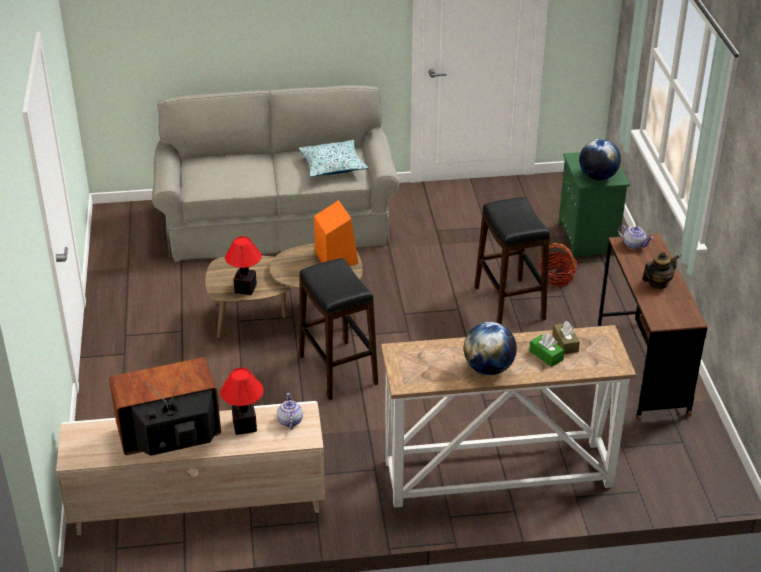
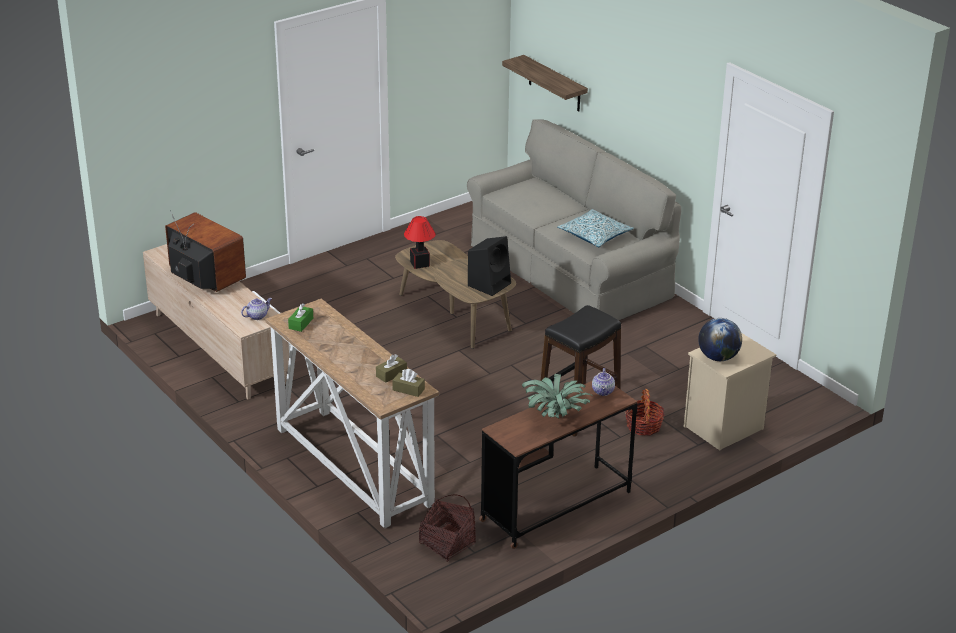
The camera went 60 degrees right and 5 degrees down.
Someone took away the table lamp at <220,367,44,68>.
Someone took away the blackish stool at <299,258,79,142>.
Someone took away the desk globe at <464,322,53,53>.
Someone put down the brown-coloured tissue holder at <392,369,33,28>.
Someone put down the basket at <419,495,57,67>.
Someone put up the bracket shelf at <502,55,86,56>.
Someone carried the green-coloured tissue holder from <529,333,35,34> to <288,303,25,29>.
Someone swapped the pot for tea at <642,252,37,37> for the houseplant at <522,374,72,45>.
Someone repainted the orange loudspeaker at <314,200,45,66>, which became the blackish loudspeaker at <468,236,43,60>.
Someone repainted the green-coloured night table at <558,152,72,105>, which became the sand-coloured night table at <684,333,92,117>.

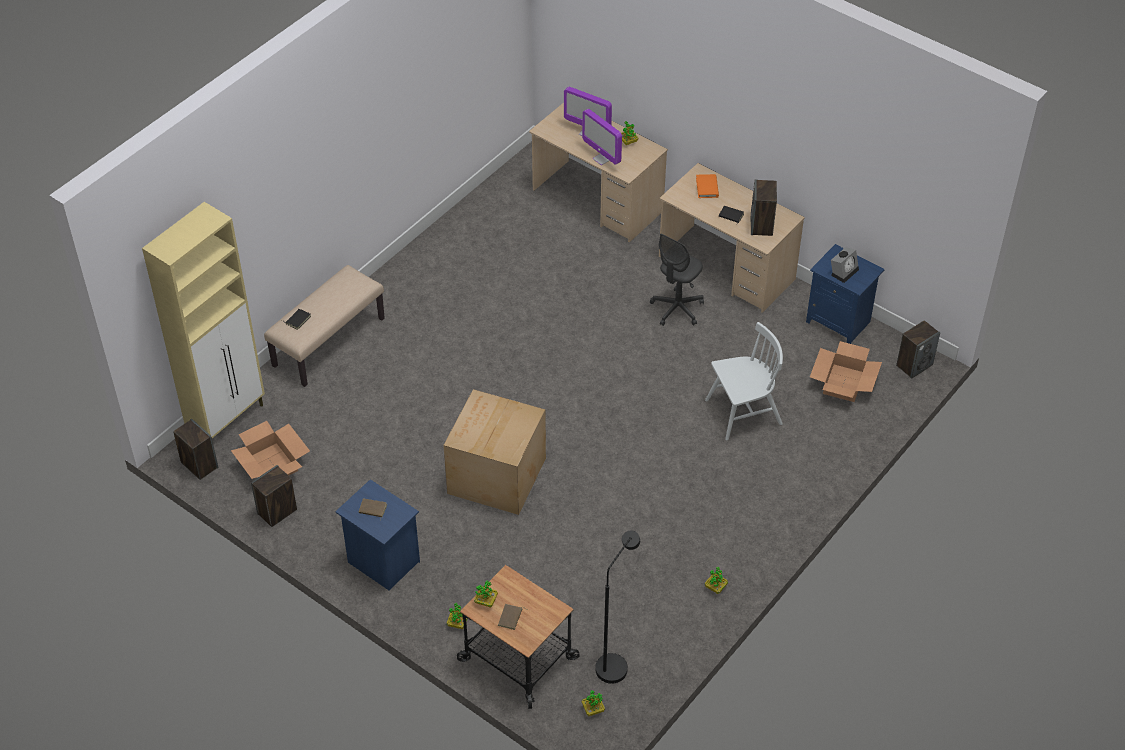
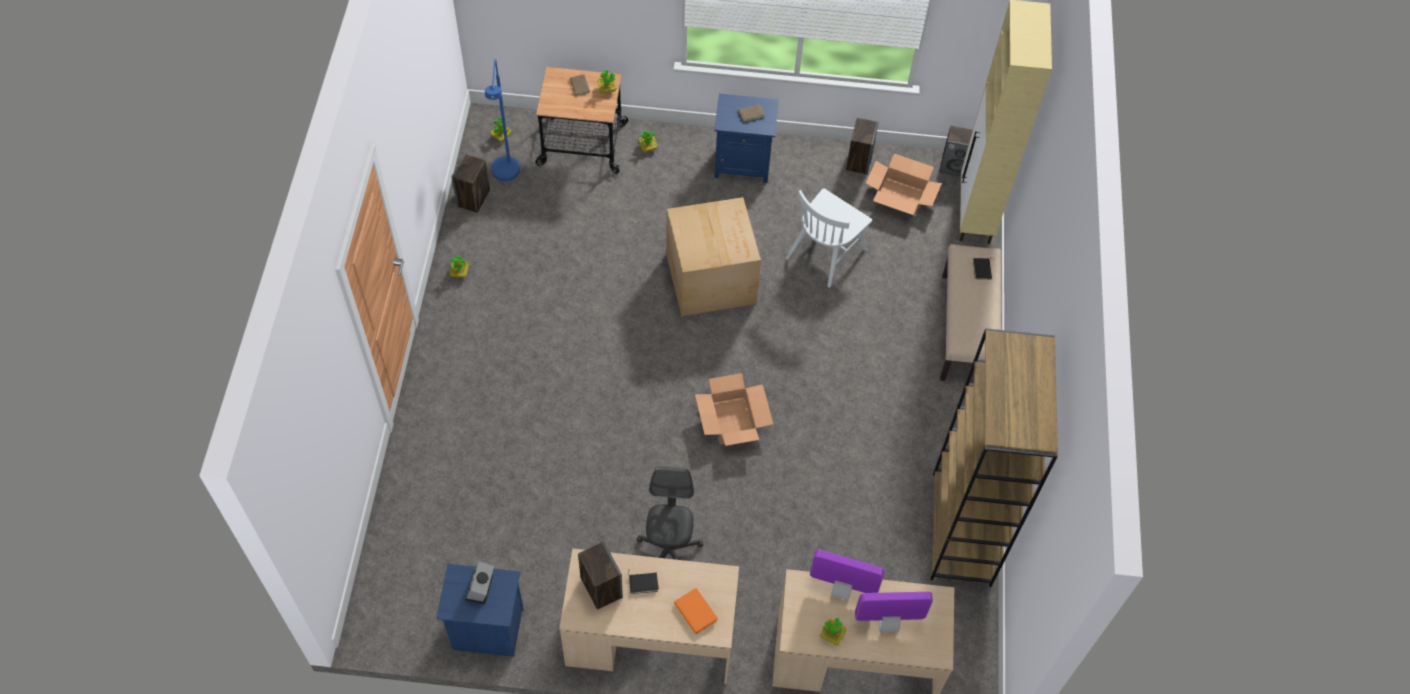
The camera went 145 degrees right and 10 degrees up.
Someone put down the brown-coloured bookshelf at <931,328,127,259>.
Someone carried the white-coloured upright chair from <705,322,78,118> to <786,188,86,100>.
Someone carried the carton from <810,341,72,61> to <695,373,78,73>.
Someone carried the loudspeaker from <896,320,44,59> to <452,154,38,59>.
Someone repainted the blackish standing lamp at <595,531,45,153>, which became the bluish standing lamp at <485,59,35,122>.

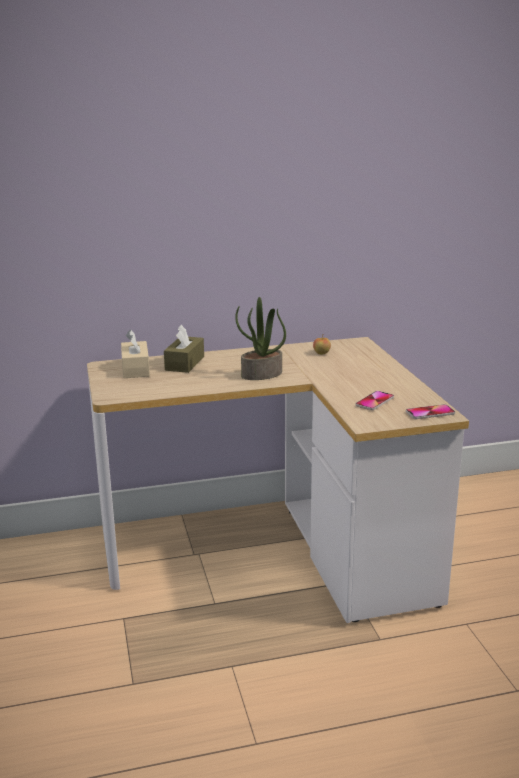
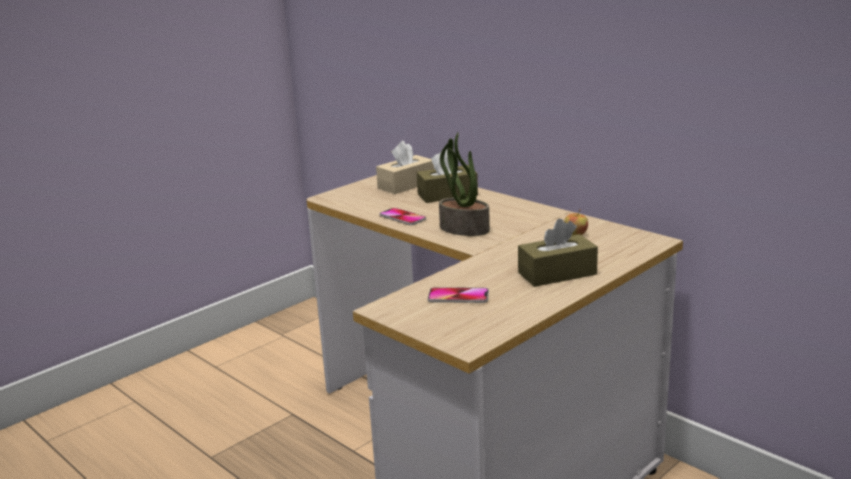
The camera went 60 degrees right and 0 degrees up.
Someone put down the brown-coloured tissue holder at <518,219,80,68>.
Someone carried the phone from <406,404,49,15> to <379,208,47,17>.

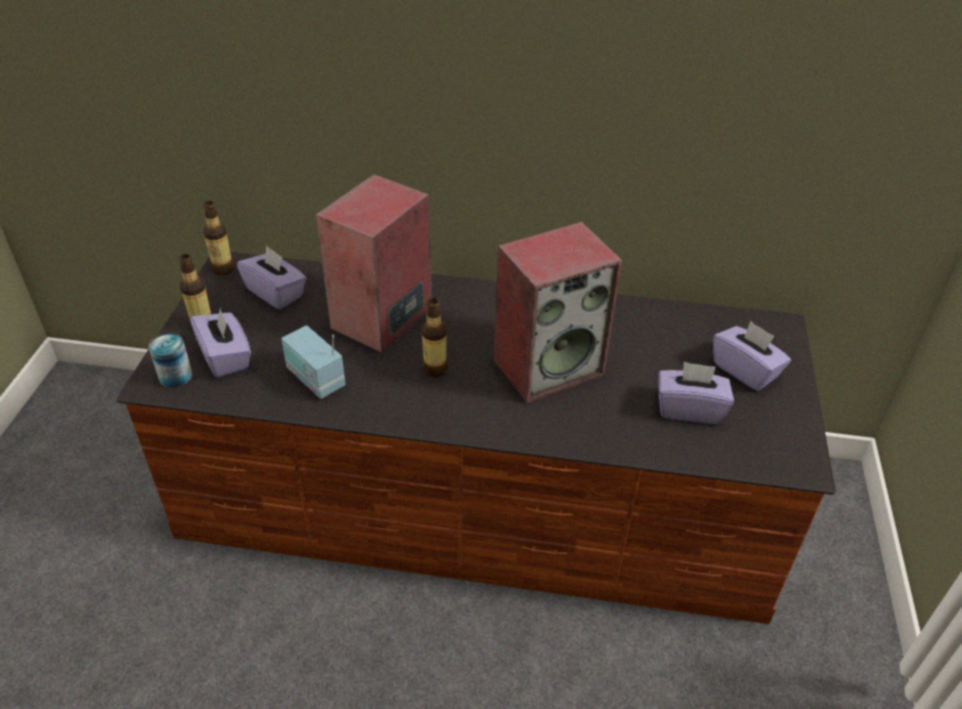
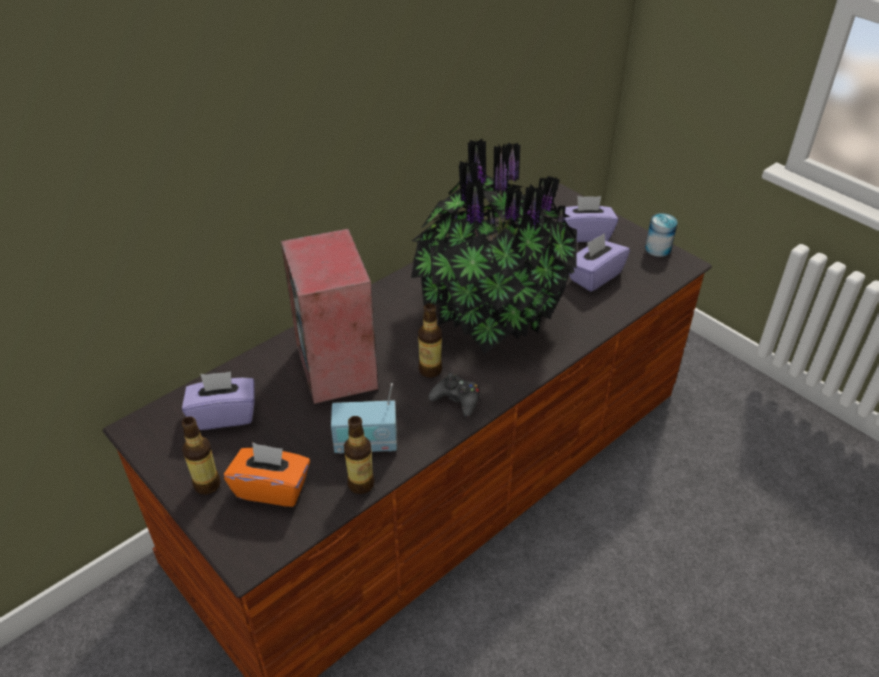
The camera went 50 degrees left and 0 degrees up.
Someone put down the blackish joypad at <429,373,51,44>.
Someone carried the metal can from <149,333,43,55> to <645,213,33,44>.
Someone carried the bottle from <203,201,31,75> to <344,416,31,78>.
Someone swapped the loudspeaker at <494,222,128,181> for the houseplant at <411,138,166,216>.
Someone repainted the purple-coloured tissue holder at <190,307,61,71>, which became the orange tissue holder at <224,442,86,65>.

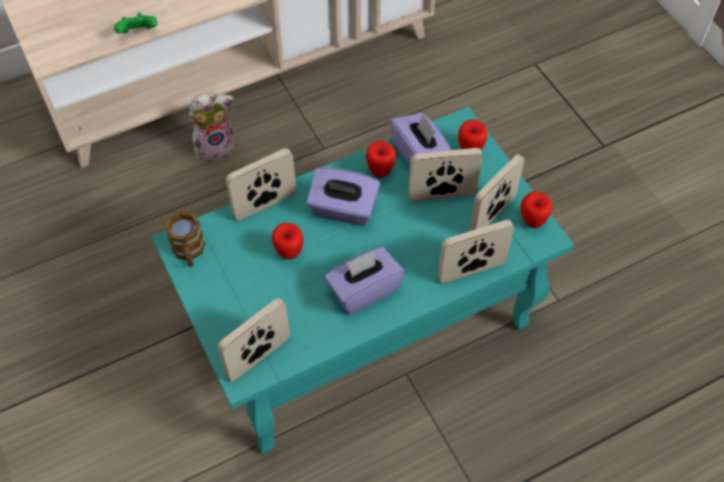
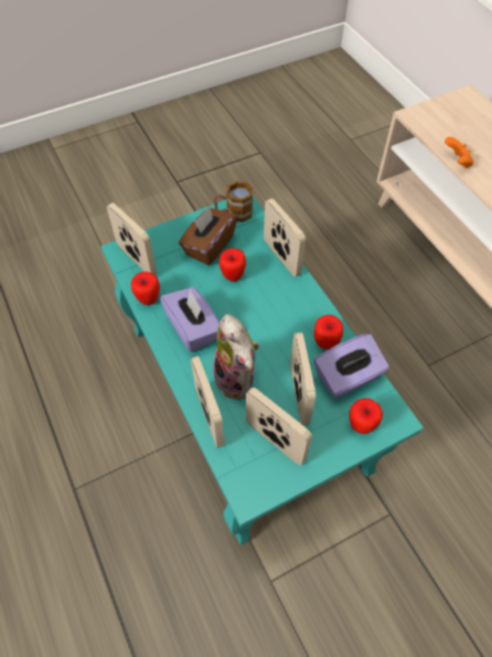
The camera went 90 degrees right and 0 degrees up.
Someone took away the purple-coloured tissue holder at <306,167,74,59>.
Someone put down the brown-coloured tissue holder at <179,206,58,59>.
Someone carried the soft toy from <189,92,45,69> to <213,314,46,86>.
Someone carried the apple fruit from <520,191,32,37> to <131,272,29,33>.
Someone repainted the green-coloured joypad at <114,13,43,20>, which became the orange joypad at <445,137,29,32>.

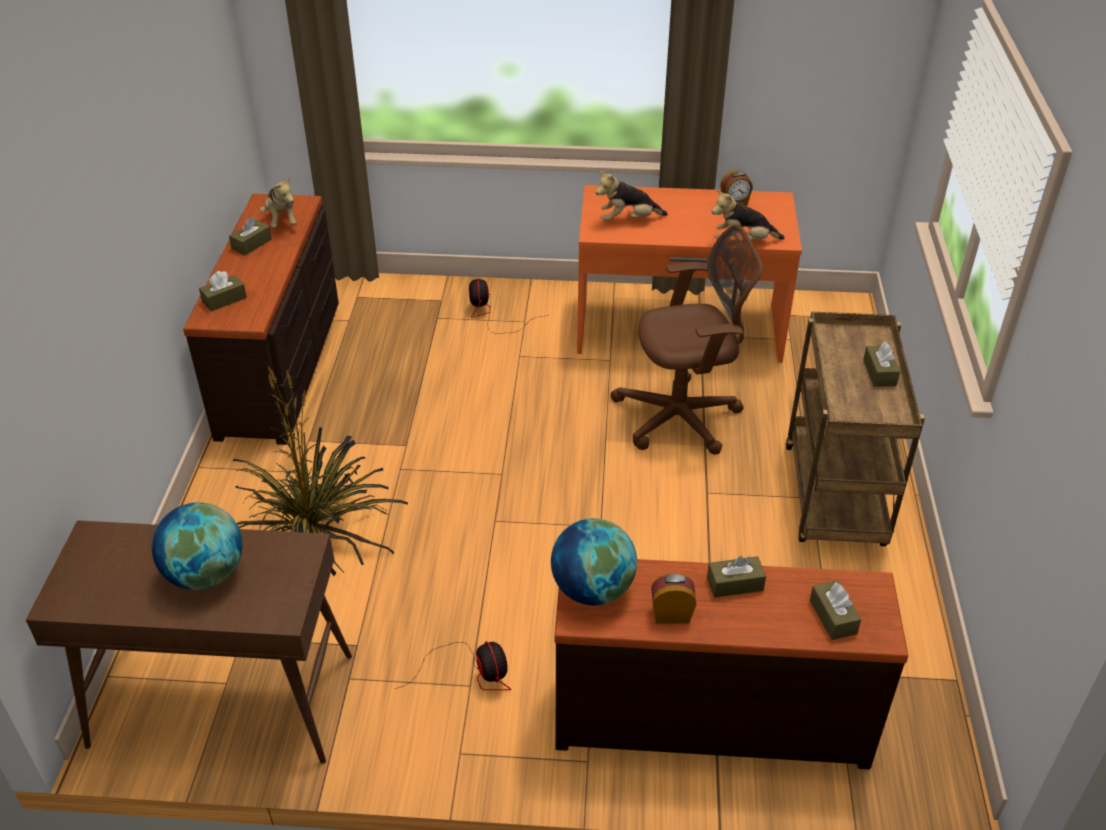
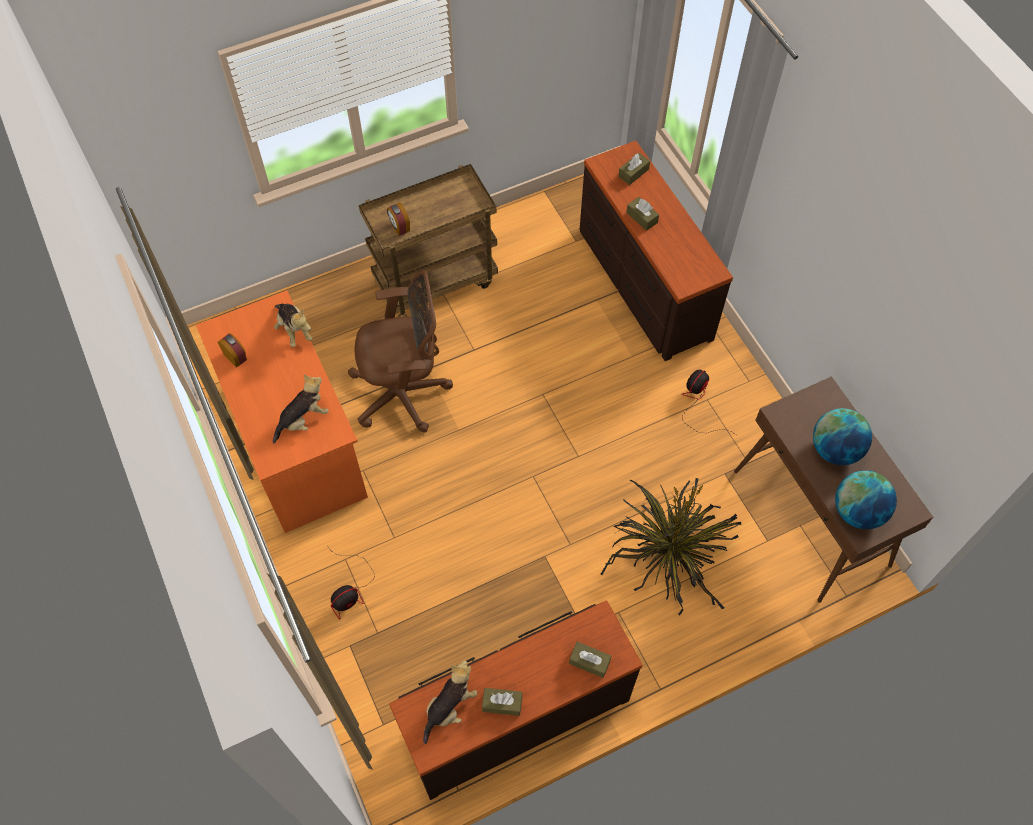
The camera went 120 degrees left and 20 degrees up.
Someone took away the brown-coloured tissue holder at <863,342,37,45>.
Someone carried the desk globe from <551,518,86,87> to <835,470,62,59>.
Someone carried the alarm clock from <651,573,45,50> to <387,202,23,34>.
Someone rotated the soft toy at <596,171,72,49> by 90 degrees counterclockwise.
Someone rotated the brown-coloured desk chair at <611,224,152,231> by 120 degrees clockwise.

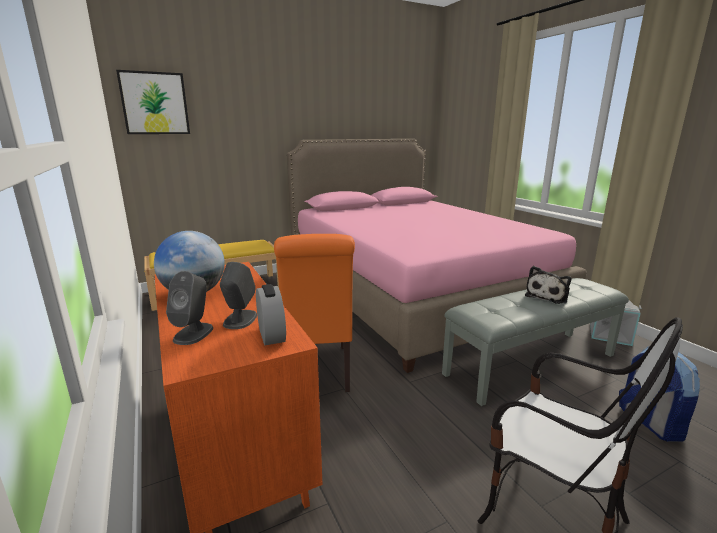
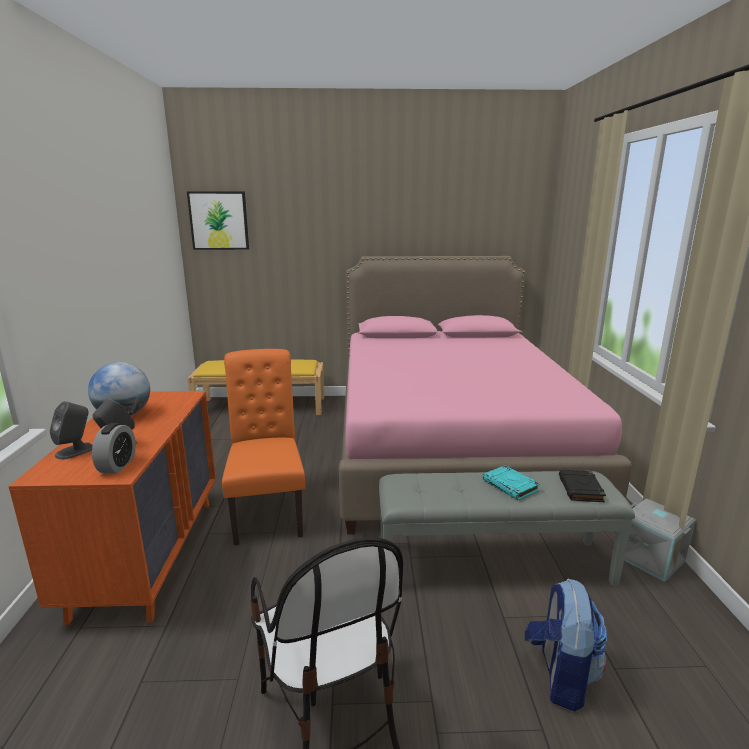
The camera went 25 degrees right and 0 degrees up.
Someone put down the blackish volume at <559,470,47,32>.
Someone swapped the soft toy at <525,266,46,38> for the turquoise volume at <483,465,57,35>.
Someone rotated the orange upright chair at <274,234,81,158> by 150 degrees clockwise.

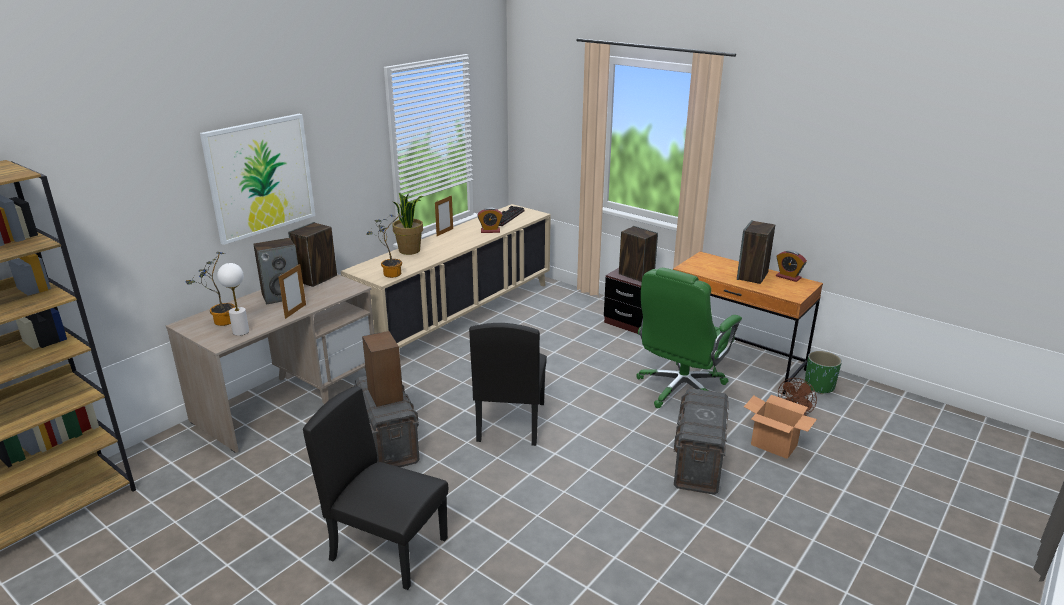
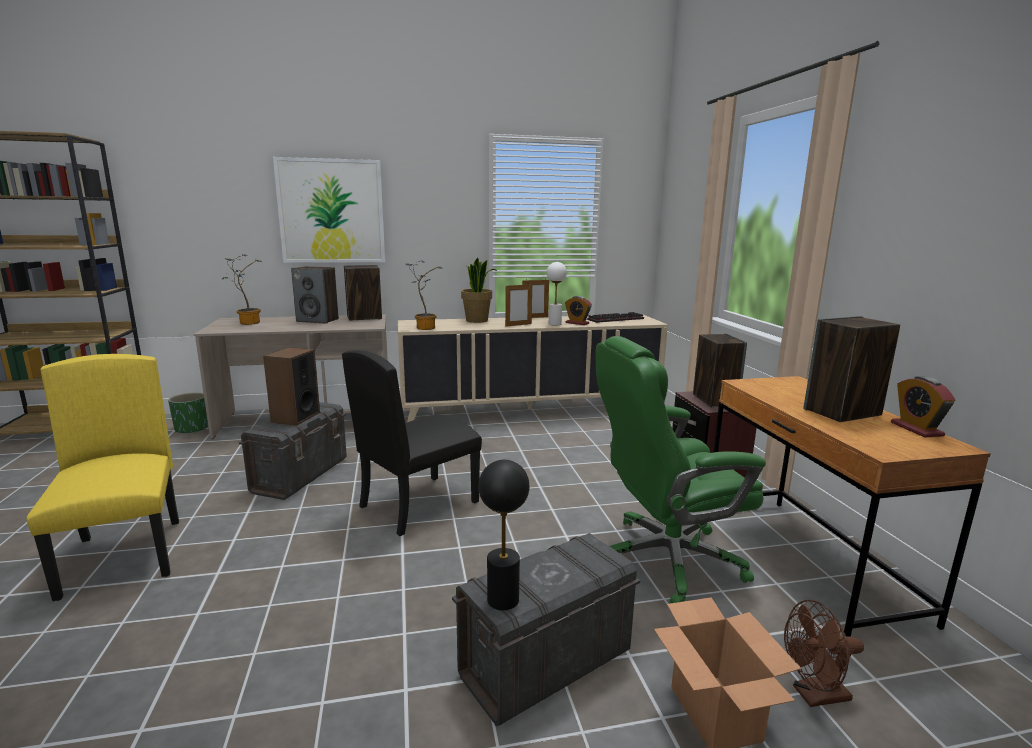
The camera went 40 degrees right and 10 degrees down.
Someone put down the blackish table lamp at <478,460,52,150>.
Someone carried the white-coloured table lamp from <217,263,32,73> to <547,262,20,64>.
Someone carried the standing frame from <279,264,27,55> to <505,284,27,43>.
Someone carried the green-coloured plant pot from <804,351,38,43> to <168,392,40,42>.
Someone repainted the blackish upright chair at <303,386,145,204>, which became the yellow-coloured upright chair at <27,354,152,247>.

